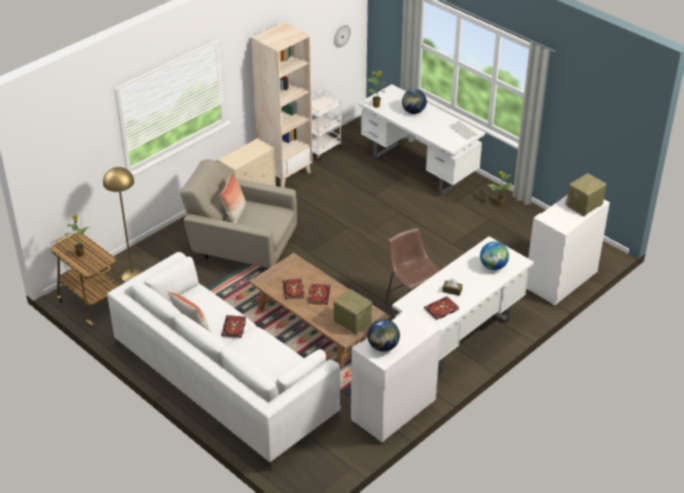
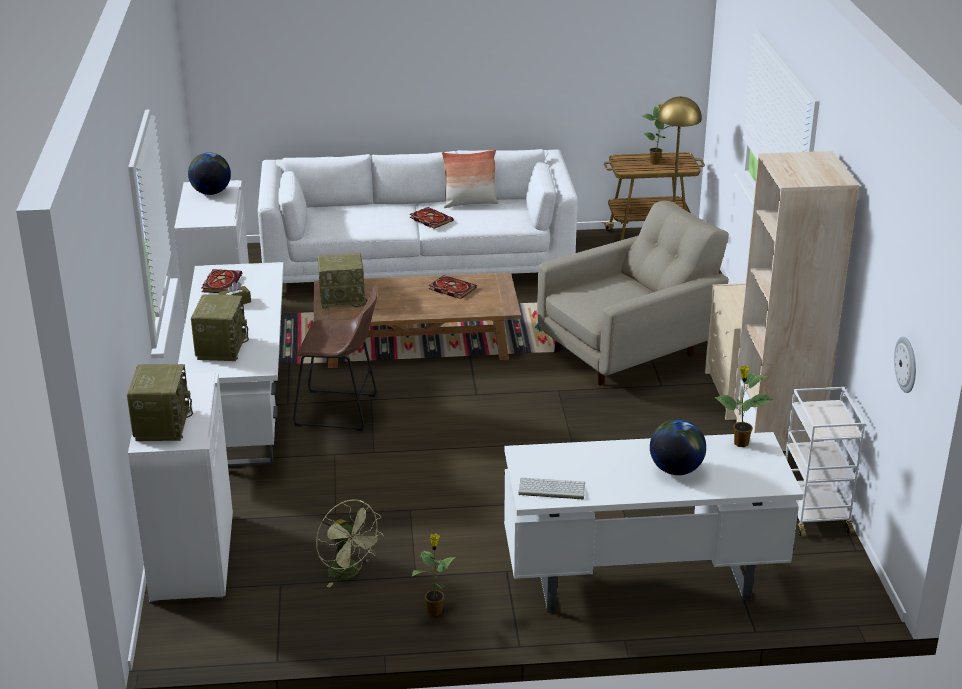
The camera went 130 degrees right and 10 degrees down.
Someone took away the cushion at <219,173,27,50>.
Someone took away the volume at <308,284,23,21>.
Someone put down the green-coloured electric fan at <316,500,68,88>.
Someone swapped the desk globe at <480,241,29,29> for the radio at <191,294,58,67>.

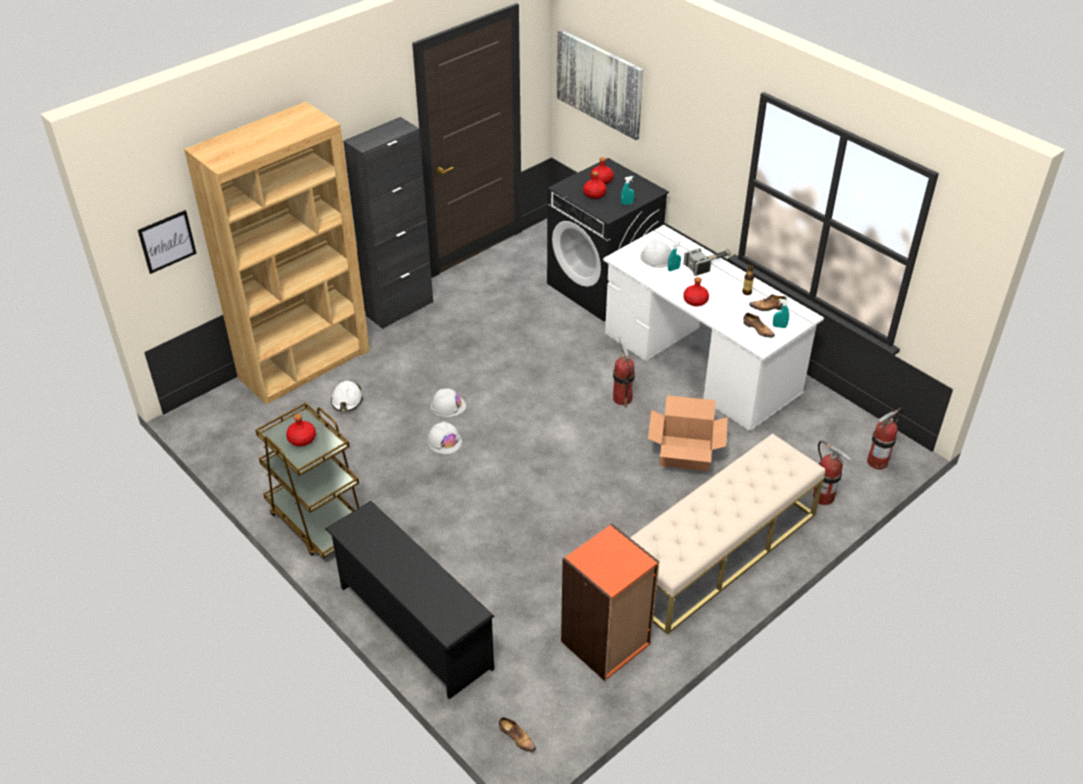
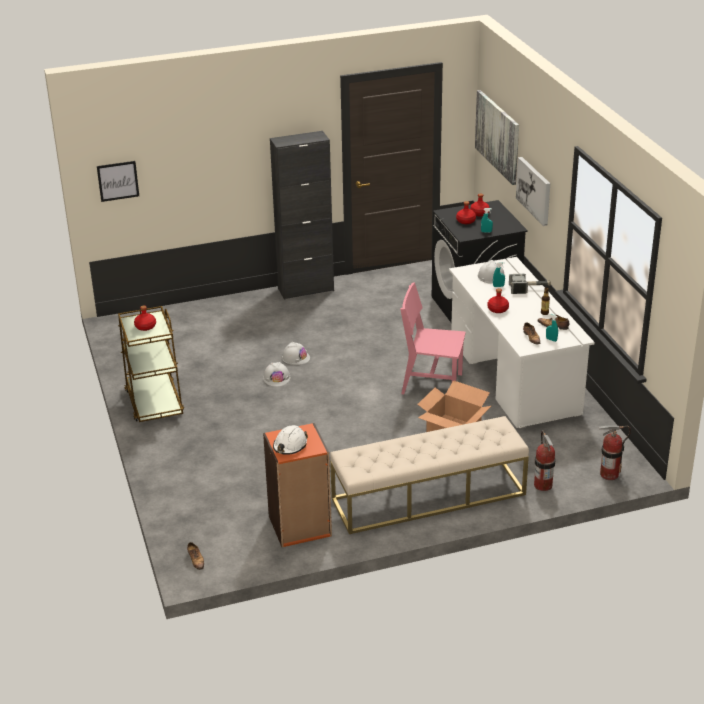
The camera went 25 degrees right and 10 degrees down.
Someone took away the brown-coloured bookshelf at <184,102,186,303>.
Someone took away the blackish shoe stand at <325,501,170,198>.
Someone put up the wall art at <516,157,34,69>.
Someone carried the white-coloured safety helmet from <331,381,32,31> to <273,425,35,30>.
Someone swapped the extinguisher at <613,336,22,71> for the pinkish upright chair at <400,283,66,111>.

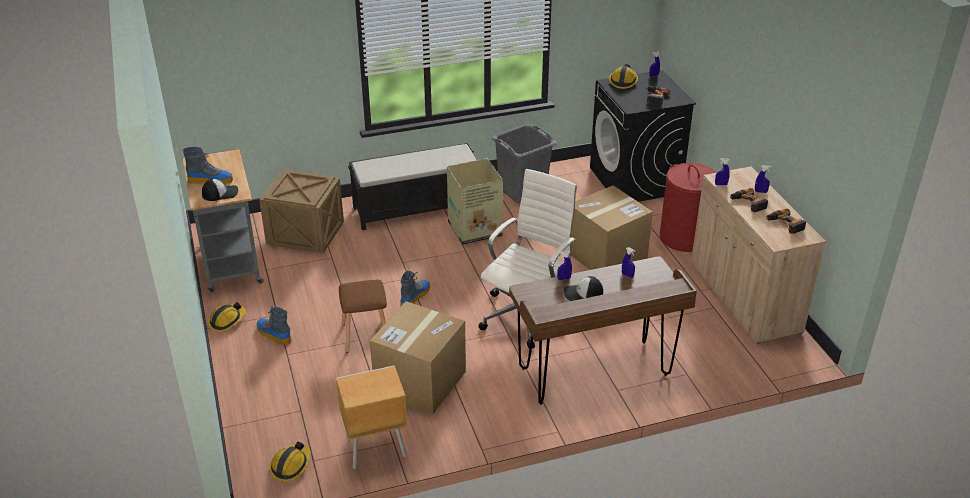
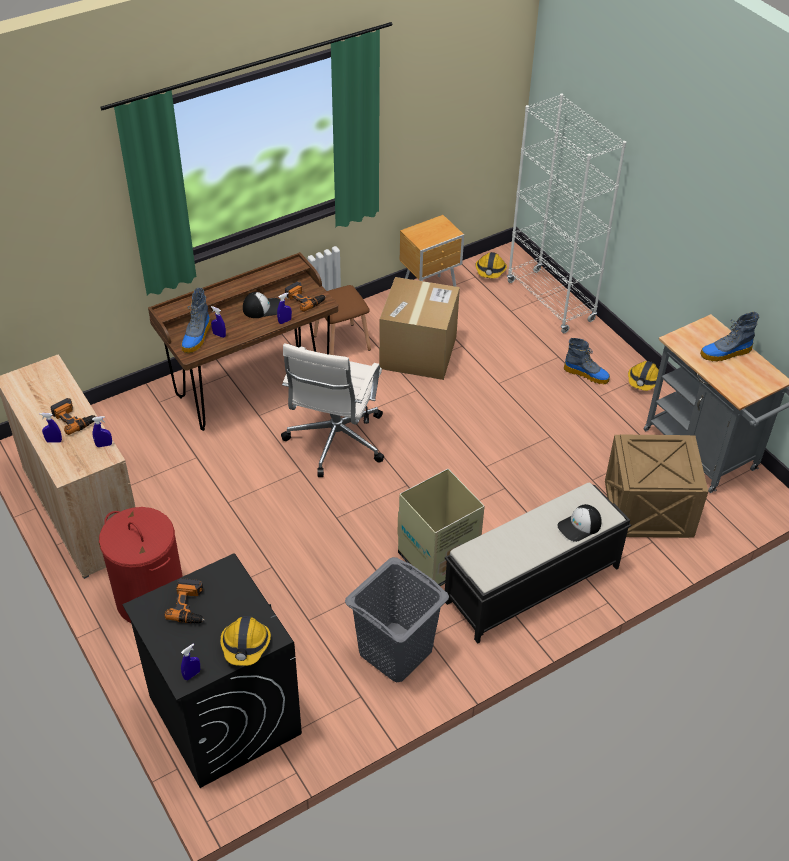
The camera went 165 degrees right and 10 degrees up.
Someone took away the carton at <571,186,82,84>.
Someone put down the white-coloured bookshelf at <507,94,119,239>.
Someone carried the peaked cap from <202,179,36,22> to <558,504,44,38>.
Someone carried the brown-coloured stool from <339,279,48,74> to <313,285,58,70>.
Someone carried the boot from <401,271,29,35> to <181,288,30,65>.
Someone carried the power drill from <766,208,40,26> to <285,281,41,31>.

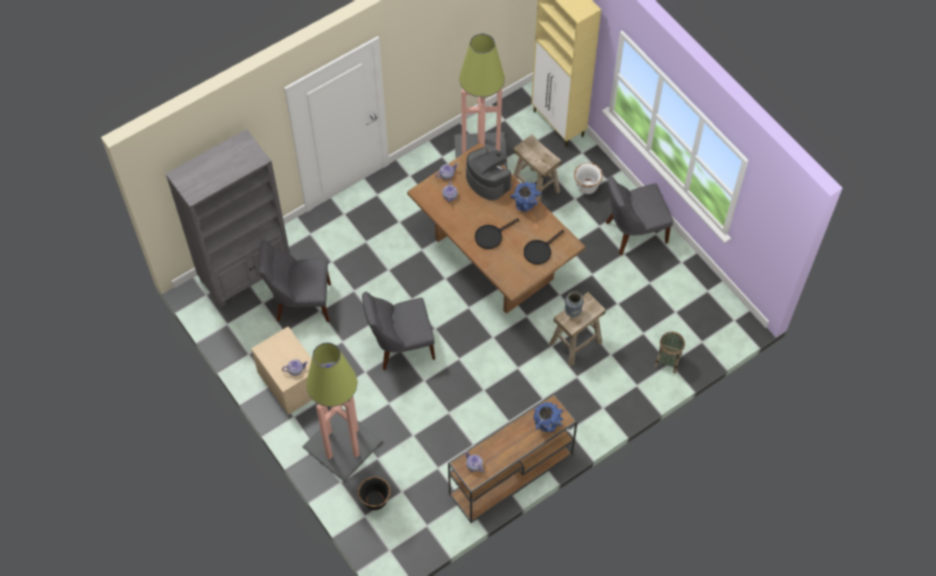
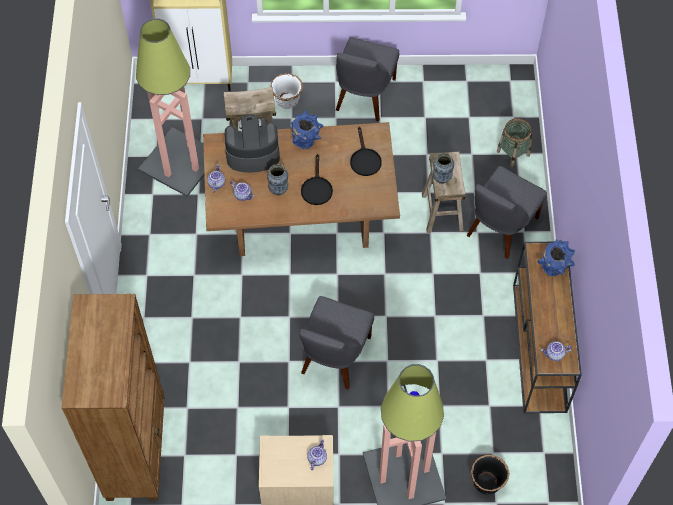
The camera went 55 degrees left and 0 degrees up.
Someone put down the decorative vase at <267,164,21,31>.
Someone carried the grey upright chair from <258,240,73,82> to <467,166,80,93>.
Someone repainted the grey bookshelf at <166,129,124,179>, which became the brown-coloured bookshelf at <61,294,103,207>.

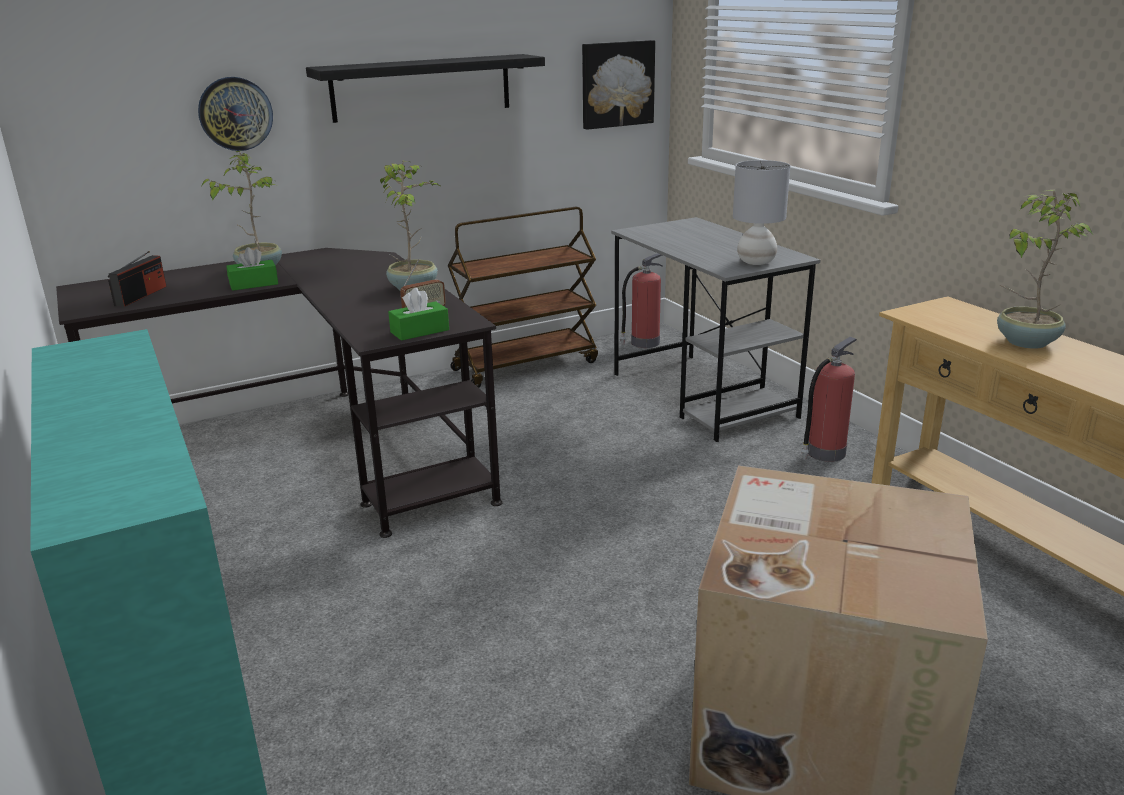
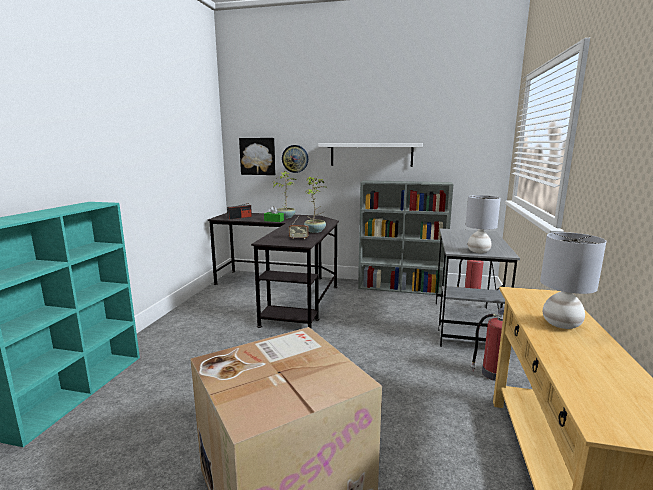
The camera went 40 degrees right and 10 degrees down.
Someone took away the green-coloured tissue holder at <388,288,61,53>.
Someone carried the wall art from <582,40,73,90> to <239,138,36,37>.
Someone swapped the brown-coloured cart at <448,207,150,181> for the grey bookshelf at <358,180,96,115>.
Someone swapped the houseplant at <997,190,95,159> for the grey table lamp at <540,232,66,97>.
Someone repainted the blackish bracket shelf at <306,54,239,69>, which became the white-coloured bracket shelf at <318,143,105,24>.

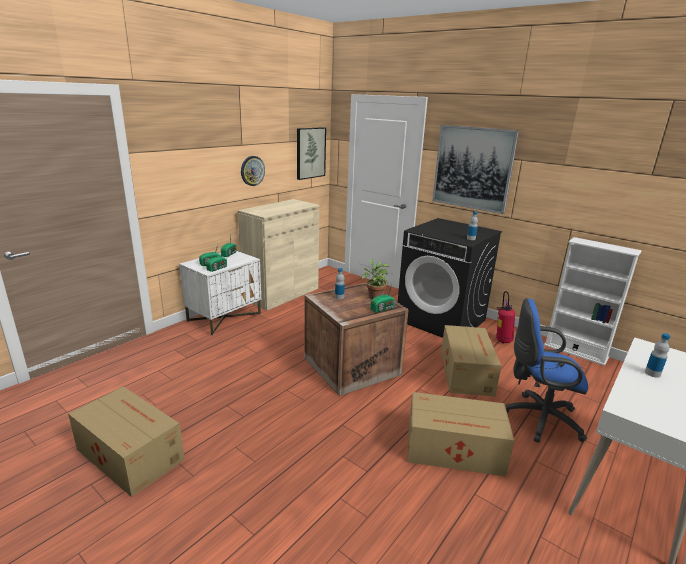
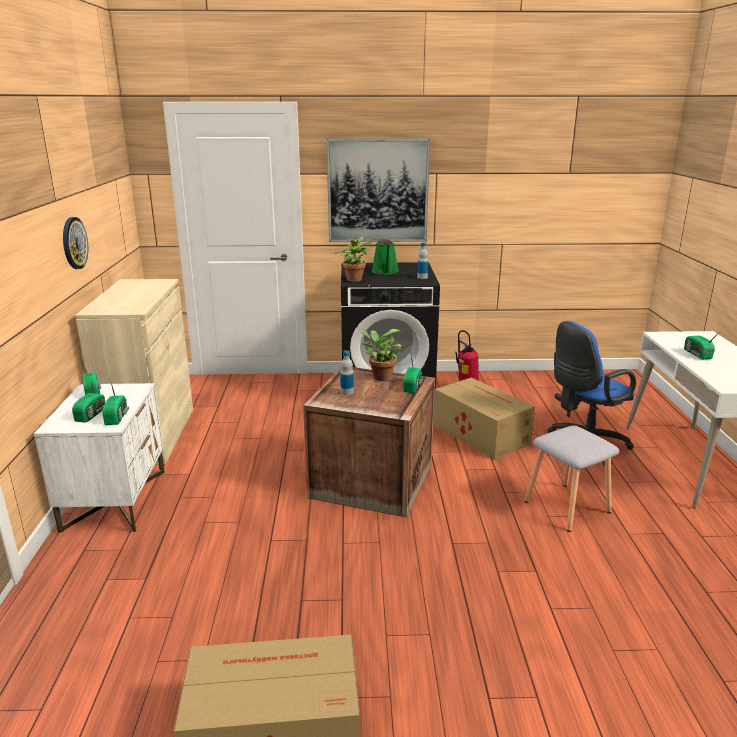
The camera went 40 degrees left and 0 degrees up.
Someone took away the wall art at <297,127,29,53>.
Someone took away the white-coloured bookshelf at <544,237,97,129>.
Someone put down the houseplant at <335,237,36,45>.
Someone put down the green-coloured watering pot at <372,239,27,36>.
Someone swapped the carton at <407,392,108,84> for the grey stool at <524,425,95,107>.
Someone swapped the bottle at <645,333,25,45> for the radio at <684,331,37,28>.

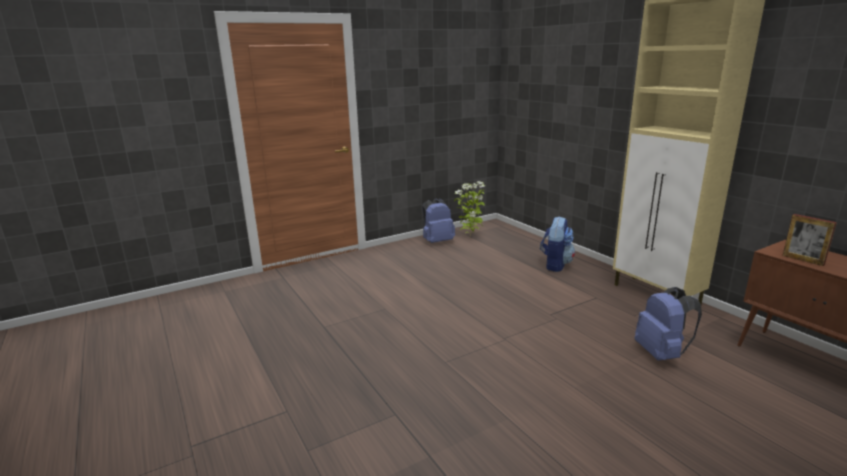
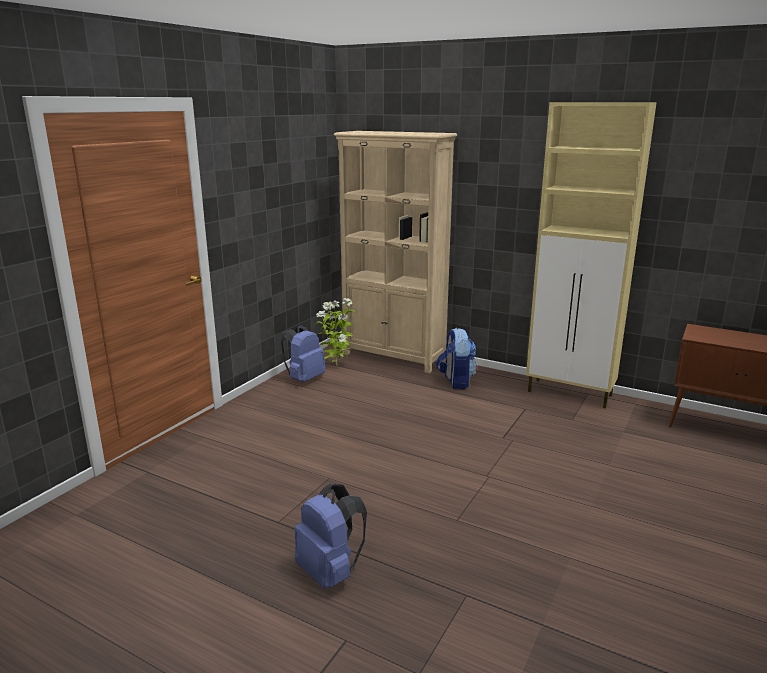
The camera went 30 degrees left and 0 degrees up.
Someone took away the standing frame at <782,214,55,52>.
Someone put down the sand-coloured bookshelf at <334,131,123,242>.
Someone carried the bluish knapsack from <635,287,67,74> to <295,484,72,105>.

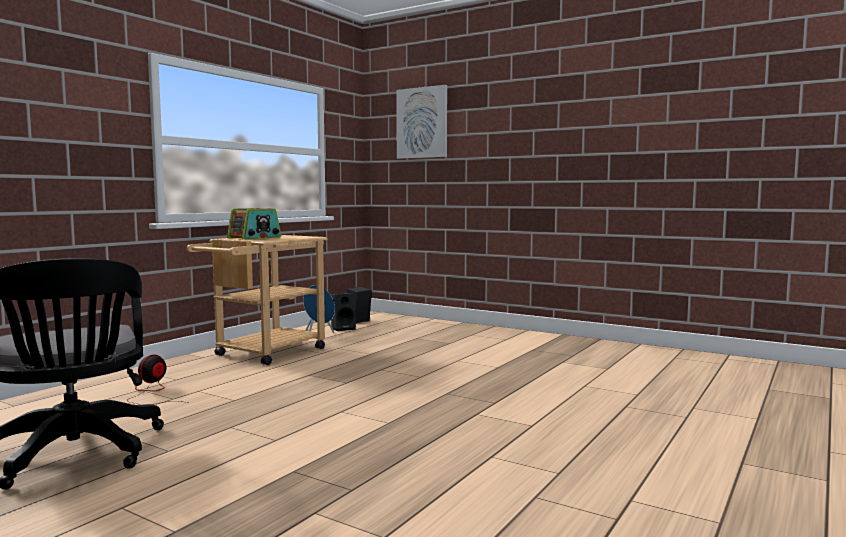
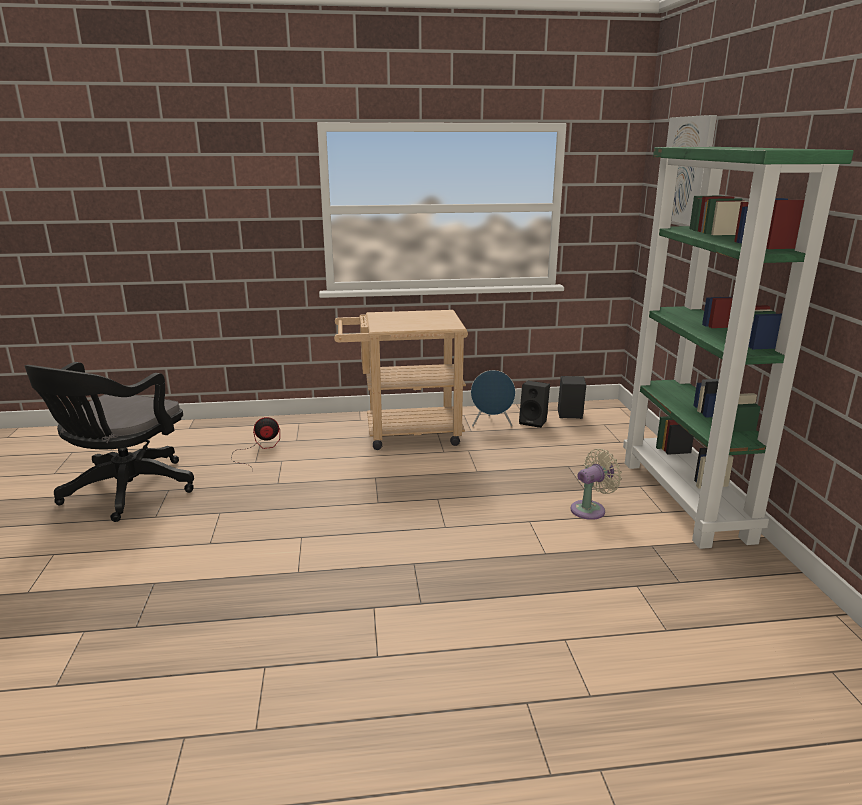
The camera went 50 degrees right and 15 degrees up.
Someone took away the radio at <227,208,54,32>.
Someone put down the sand-coloured electric fan at <571,449,51,71>.
Someone put down the green-coloured bookshelf at <623,147,231,402>.

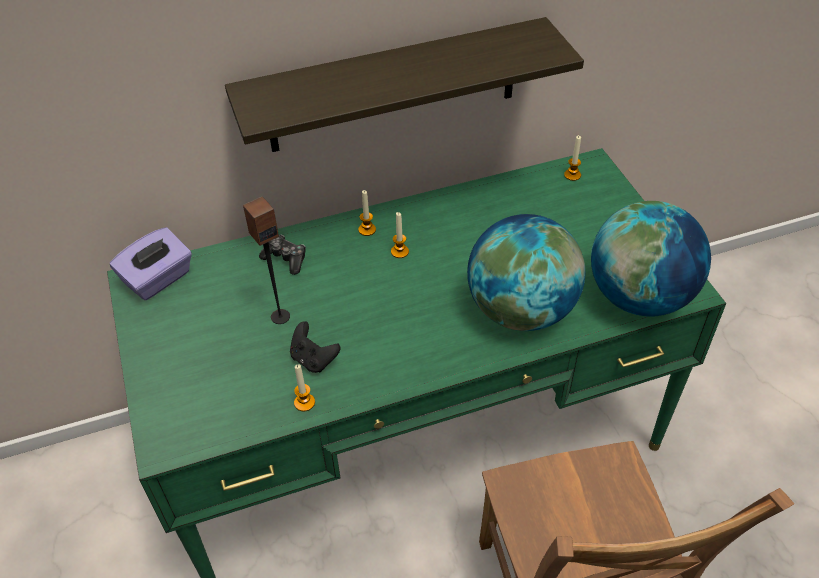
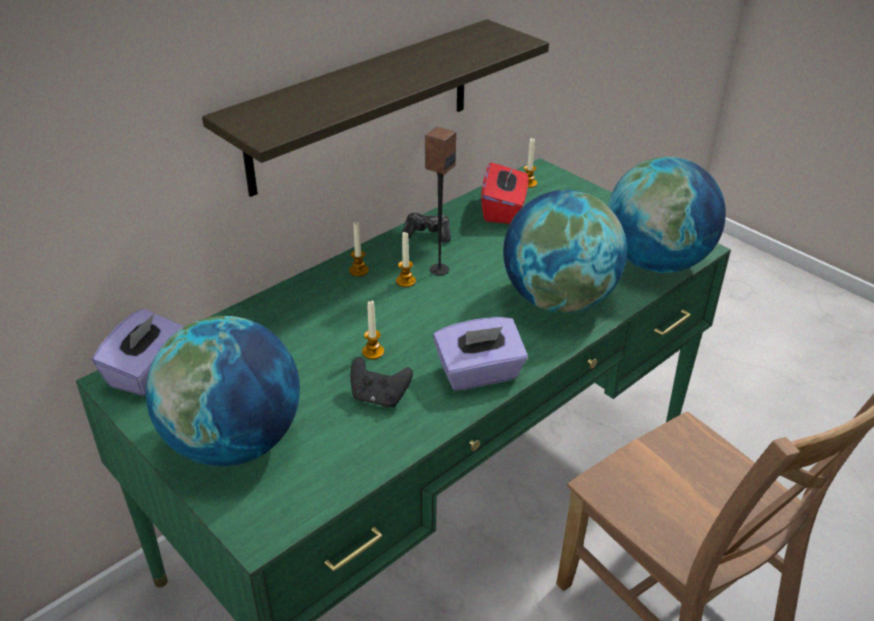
The camera went 25 degrees left and 10 degrees down.
Someone put down the desk globe at <146,316,154,150>.
Someone put down the purple-coloured tissue holder at <433,317,95,74>.
Someone put down the red tissue holder at <481,160,47,64>.
Someone carried the loudspeaker from <243,197,47,127> to <425,127,31,148>.
Someone carried the joypad from <259,235,47,40> to <401,213,50,30>.
Someone carried the wax light from <294,364,21,48> to <362,300,22,59>.

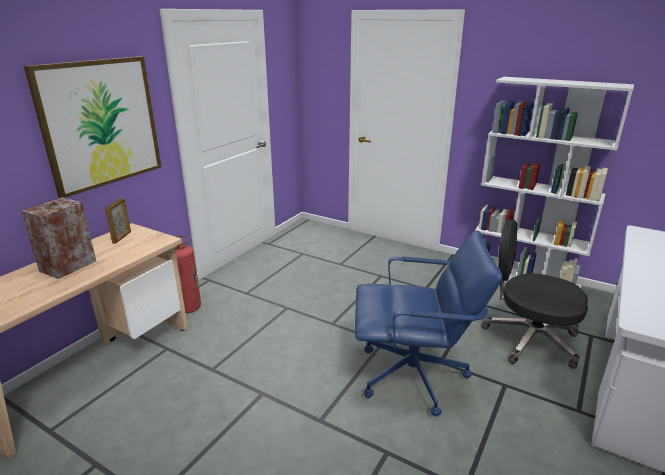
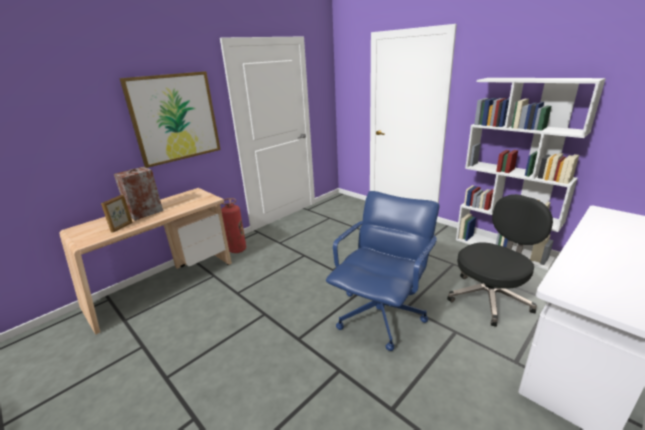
The camera went 15 degrees right and 0 degrees up.
Someone carried the standing frame from <105,198,26,46> to <101,195,32,38>.
Someone rotated the bluish desk chair at <355,230,148,186> by 75 degrees counterclockwise.
Someone rotated the blackish desk chair at <481,220,107,149> by 105 degrees clockwise.

